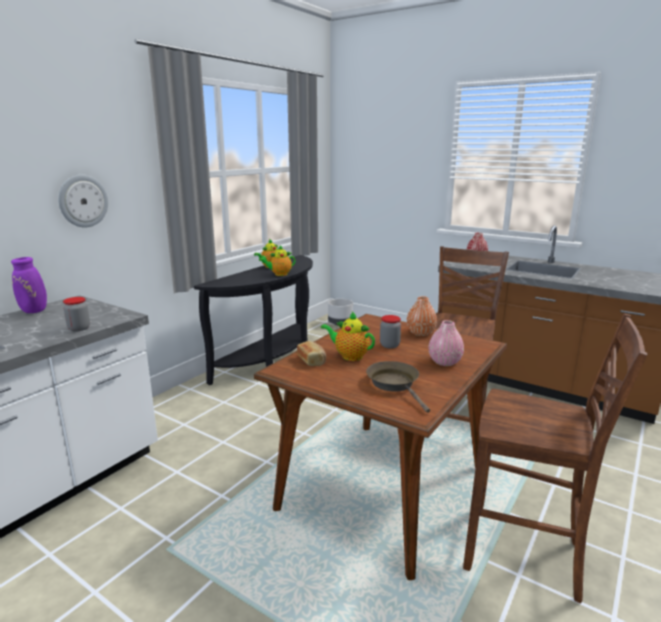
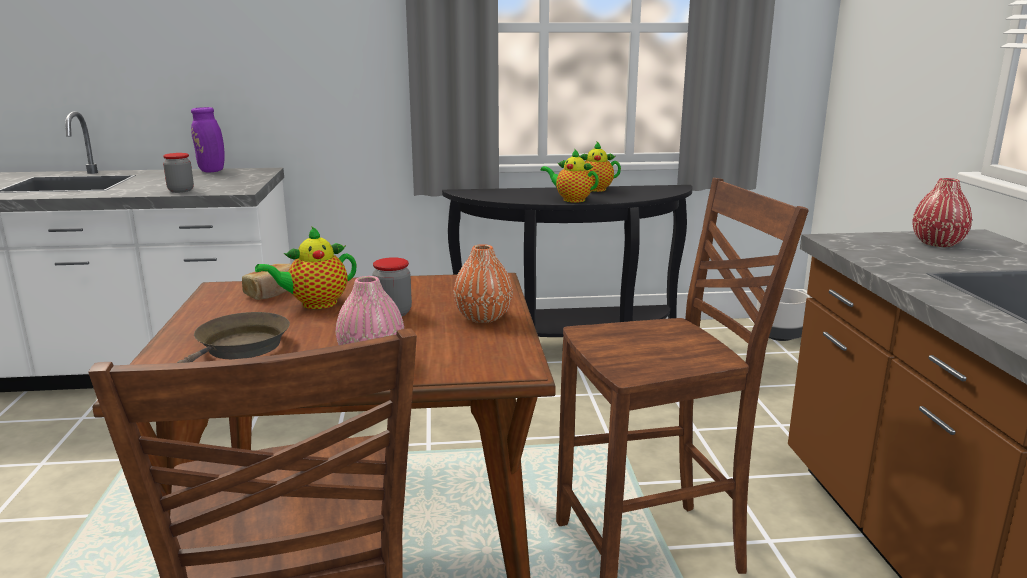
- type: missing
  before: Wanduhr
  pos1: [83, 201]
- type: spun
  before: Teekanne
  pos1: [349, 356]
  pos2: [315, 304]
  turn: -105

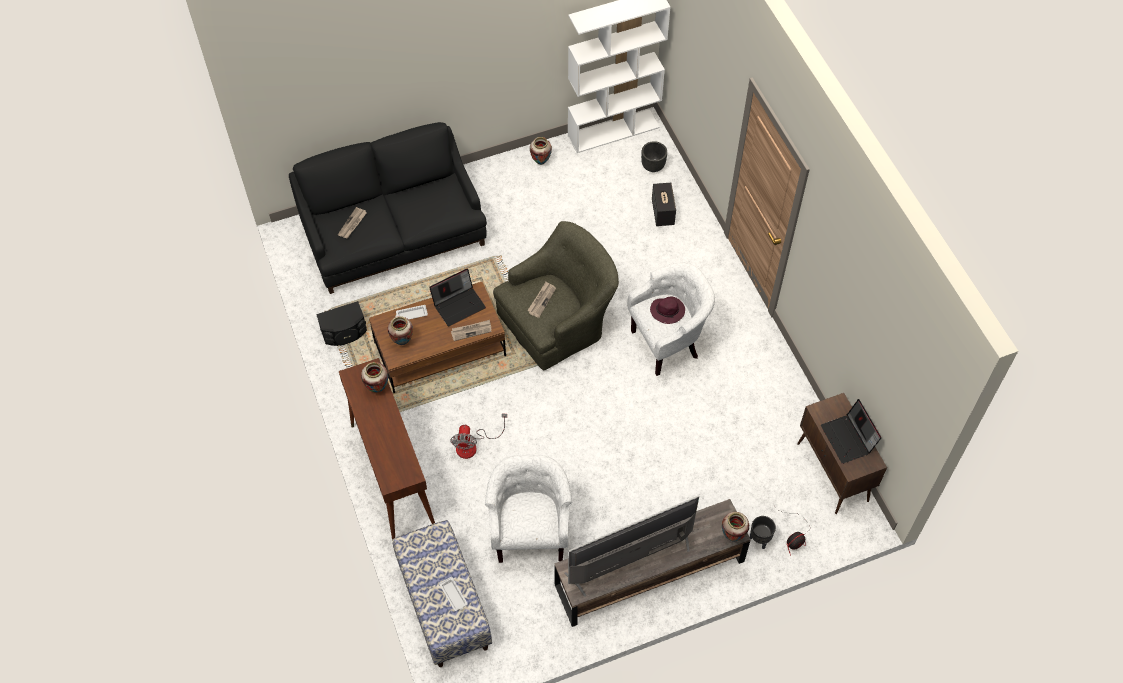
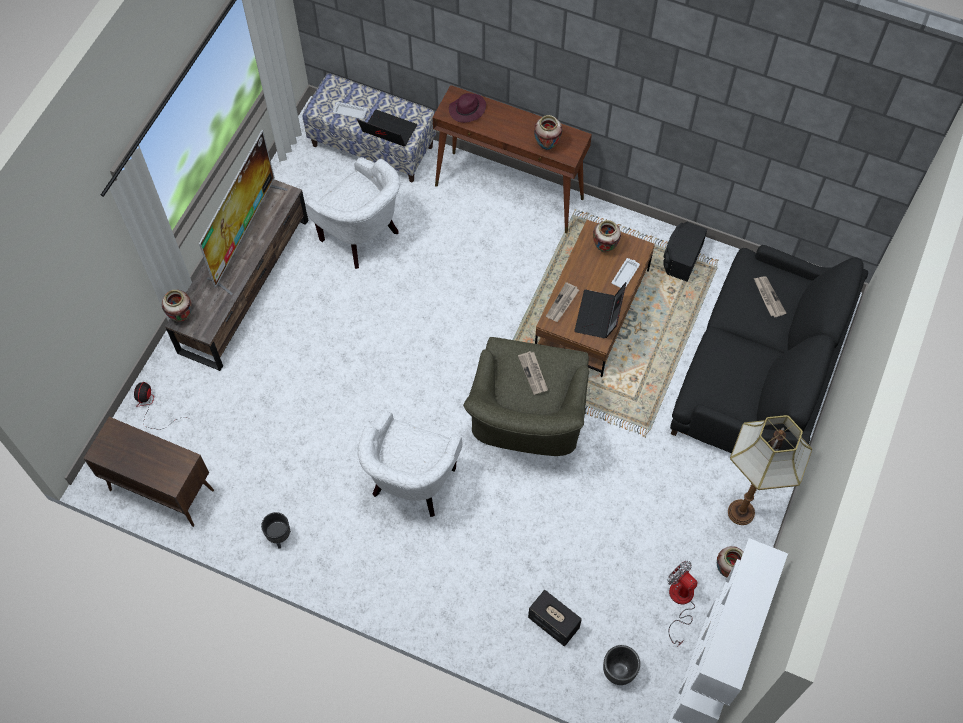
- type: relocated
  before: Ventilator
  pos1: [473, 445]
  pos2: [680, 601]
- type: relocated
  before: Hut [lila]
  pos1: [668, 311]
  pos2: [467, 110]
- type: relocated
  before: Pflanzkübel [schwarz]
  pos1: [760, 539]
  pos2: [279, 537]
- type: relocated
  before: Laptop
  pos1: [848, 439]
  pos2: [387, 132]
- type: appeared
  after: Stehlampe
  pos2: [742, 512]

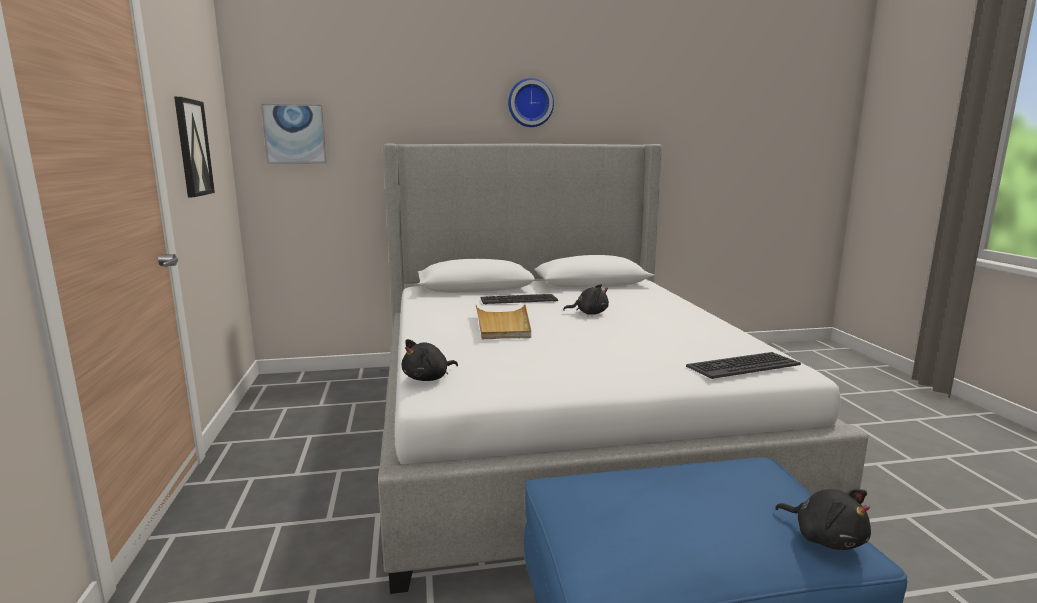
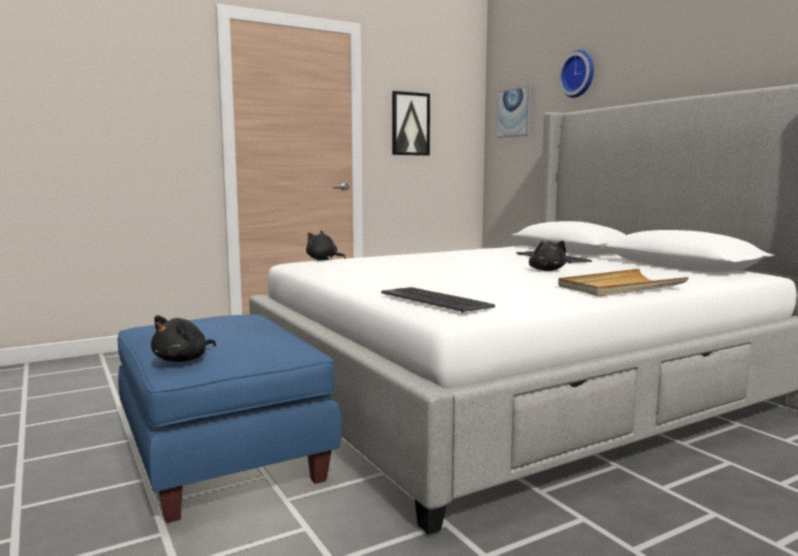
- type: relocated
  before: Tablett [beige]
  pos1: [503, 325]
  pos2: [620, 287]
- type: relocated
  before: Wanduhr
  pos1: [530, 103]
  pos2: [579, 74]

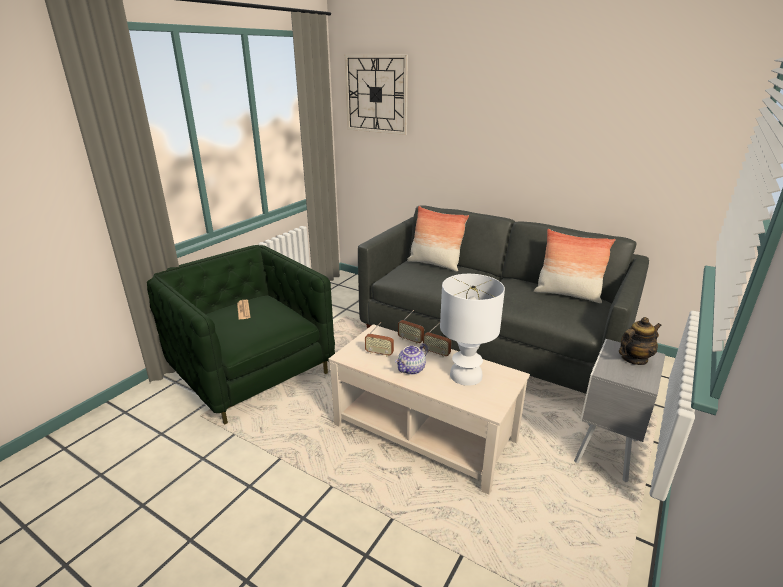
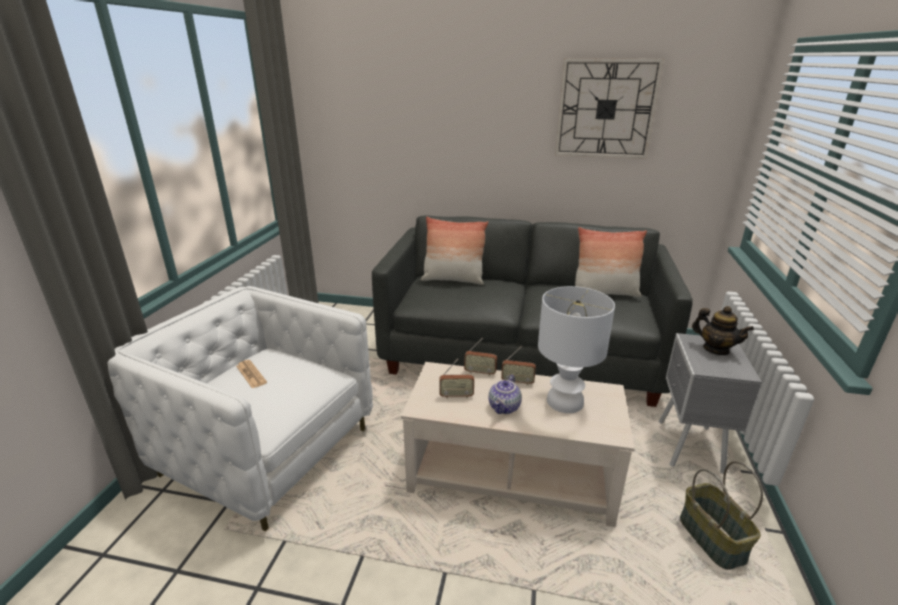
- type: colour
  before: Sessel [grün]
  after: Sessel [weiß]
  pos1: [252, 373]
  pos2: [267, 451]
- type: relocated
  before: Wanduhr
  pos1: [376, 94]
  pos2: [606, 109]
- type: spun
  before: Teekanne
  pos1: [634, 359]
  pos2: [715, 349]
  turn: 90
- type: appeared
  after: Korb
  pos2: [713, 539]

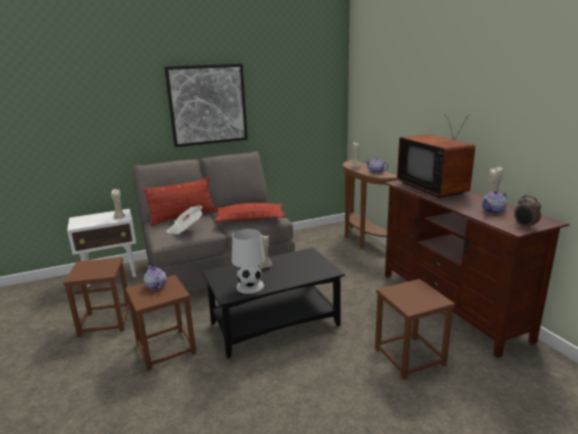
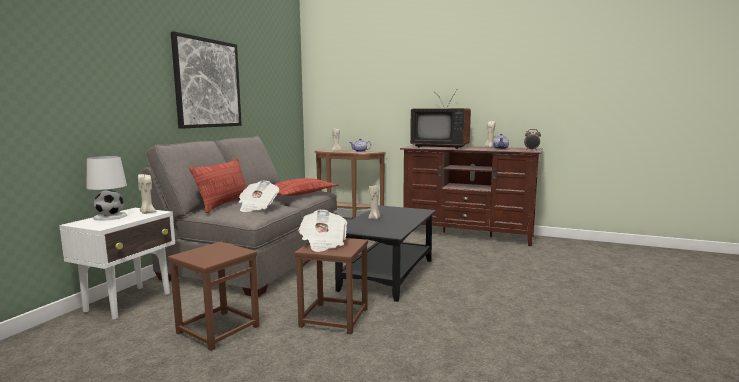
- type: exchanged
  before: Teekanne
  after: Zeitung
  pos1: [156, 286]
  pos2: [323, 243]
- type: relocated
  before: Tischlampe [weiß]
  pos1: [250, 286]
  pos2: [110, 217]
- type: missing
  before: Hocker [braun]
  pos1: [409, 356]

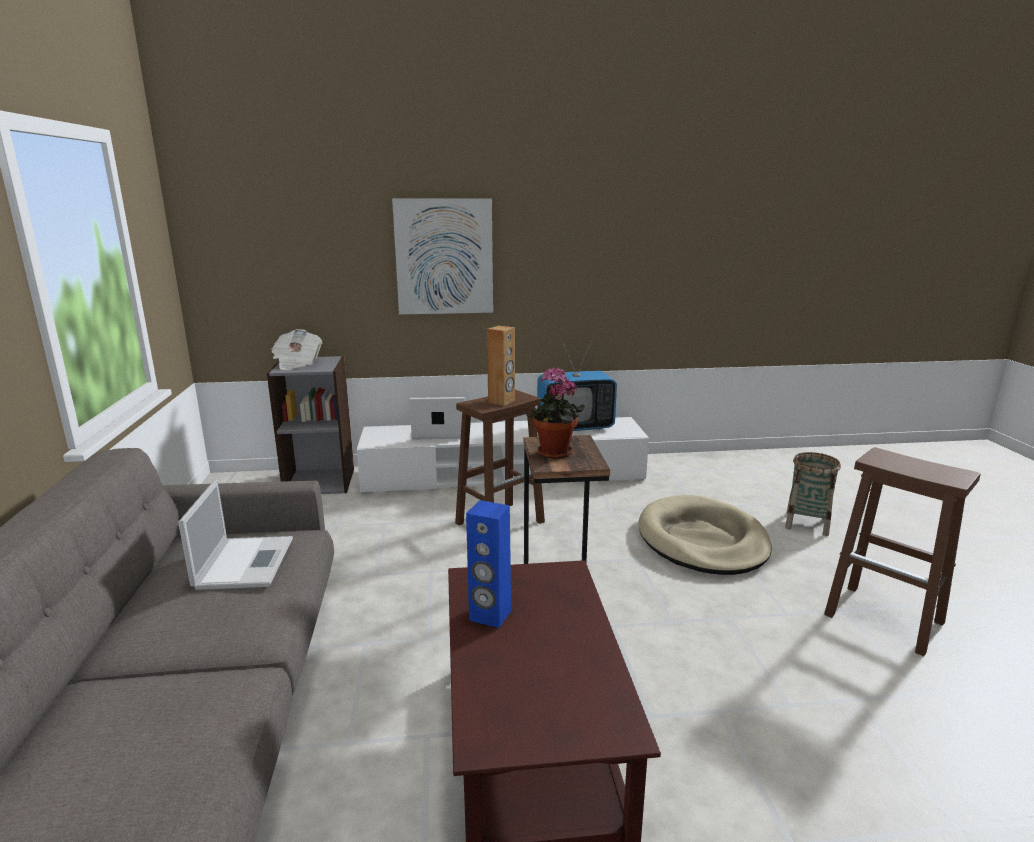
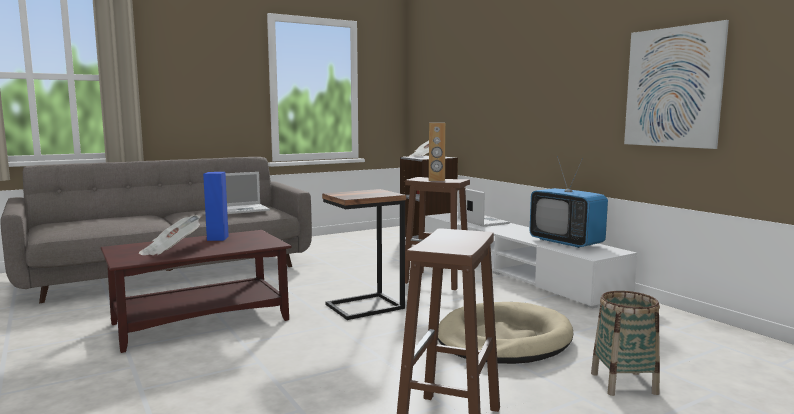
- type: relocated
  before: Bild
  pos1: [444, 257]
  pos2: [672, 87]
- type: missing
  before: Topfpflanze
  pos1: [554, 454]
- type: appeared
  after: Zeitung
  pos2: [171, 251]

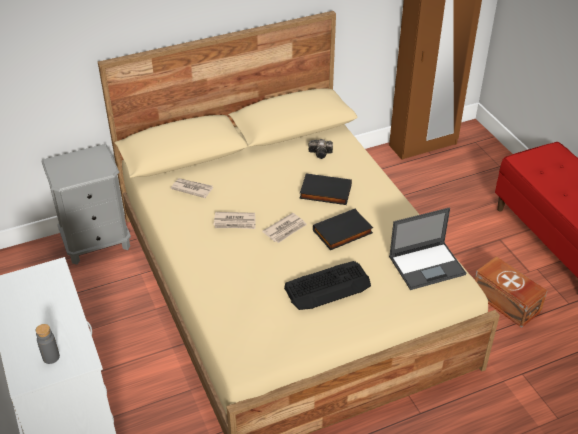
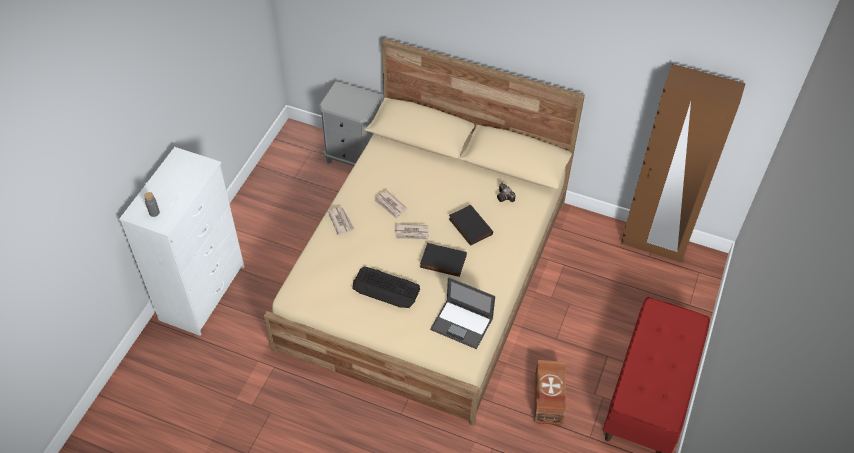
- type: relocated
  before: Zeitung
  pos1: [192, 189]
  pos2: [341, 221]

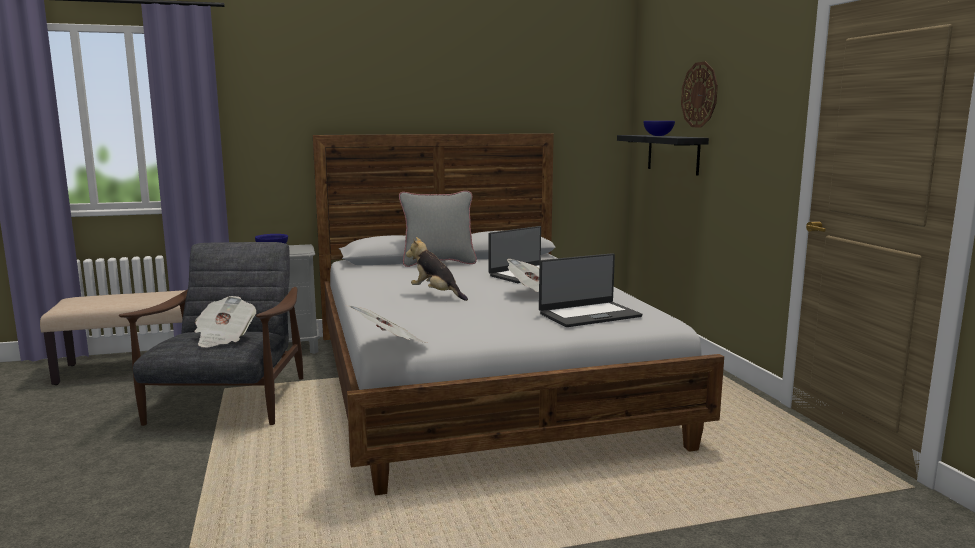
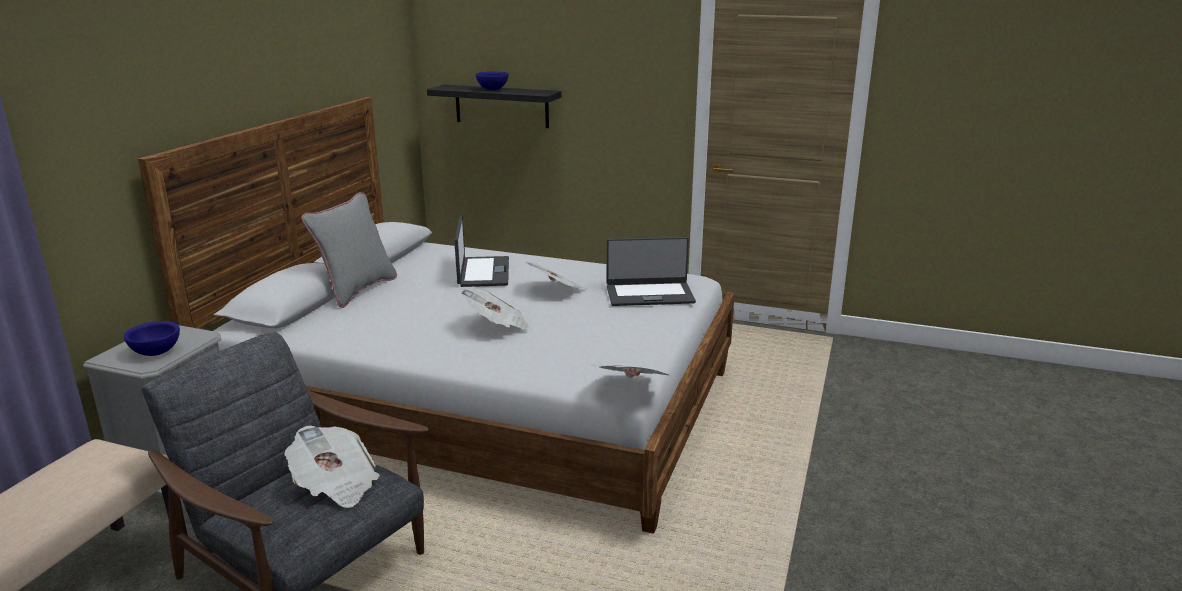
- type: exchanged
  before: Plüschtier
  after: Zeitung
  pos1: [436, 294]
  pos2: [497, 326]
- type: spun
  before: Laptop
  pos1: [589, 315]
  pos2: [649, 294]
  turn: 75
- type: missing
  before: Wanduhr
  pos1: [699, 95]

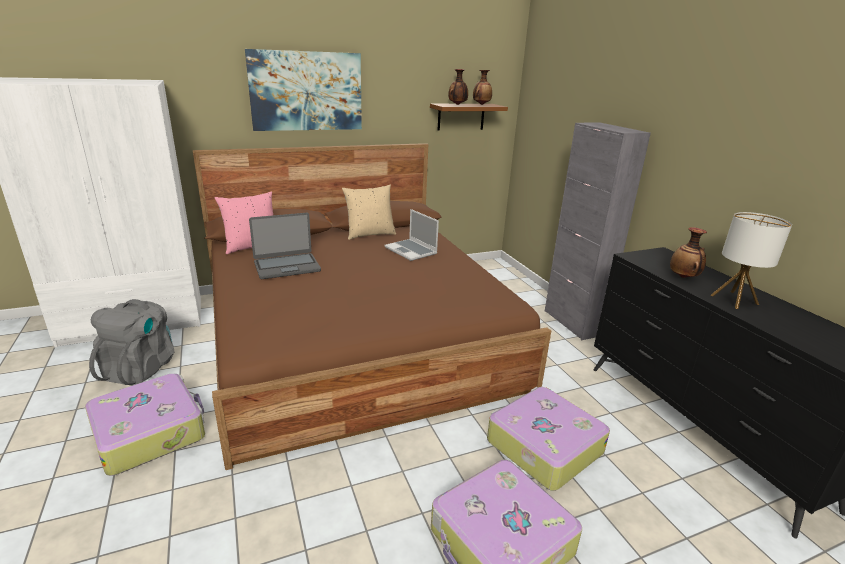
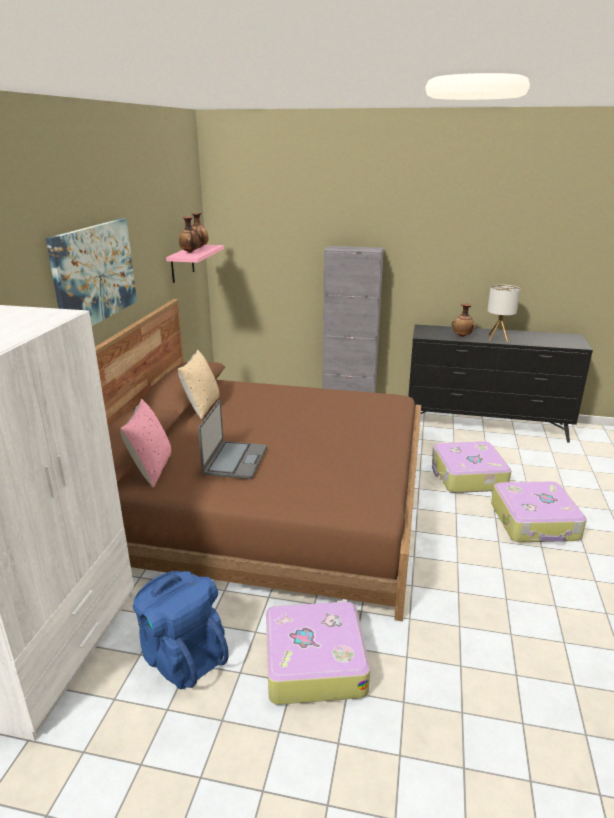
- type: colour
  before: Rucksack [grau]
  after: Rucksack [blau]
  pos1: [141, 368]
  pos2: [182, 656]
- type: missing
  before: Laptop
  pos1: [411, 251]
- type: colour
  before: Wandregal [braun]
  after: Wandregal [rosa]
  pos1: [461, 116]
  pos2: [182, 263]

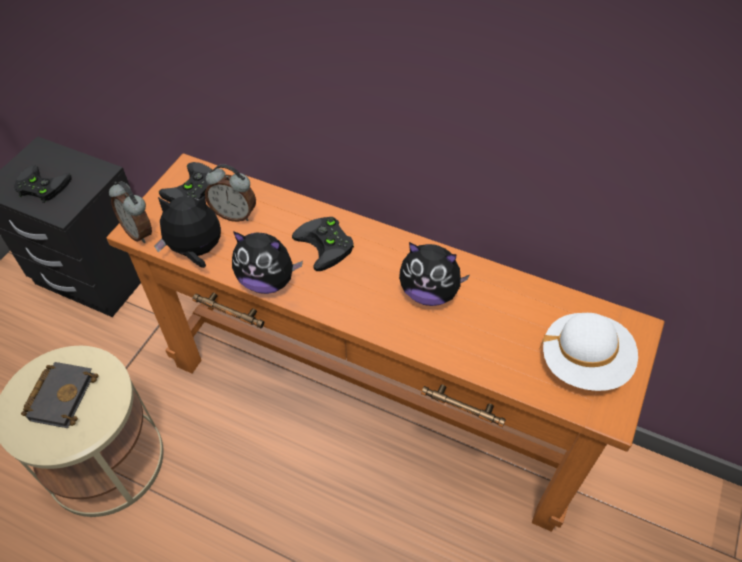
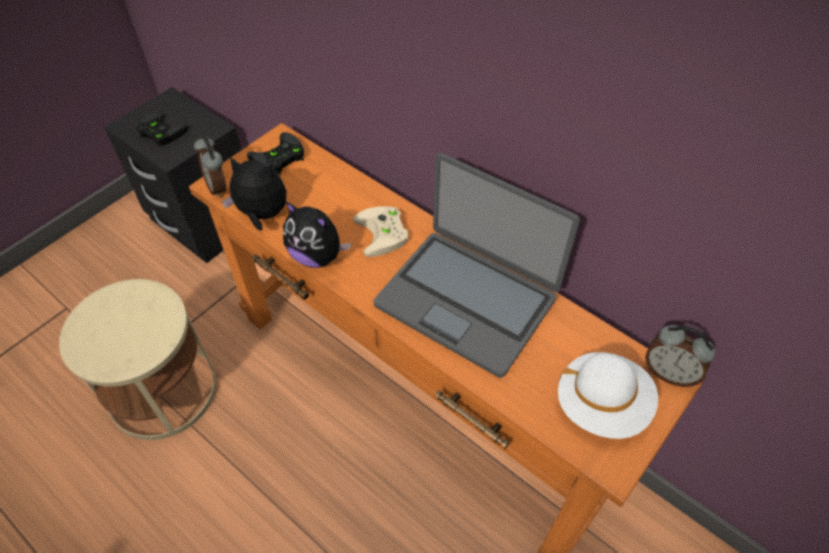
- type: missing
  before: Buch [schwarz]
  pos1: [61, 395]
- type: relocated
  before: Wecker
  pos1: [235, 214]
  pos2: [669, 373]
- type: colour
  before: Gamepad [schwarz]
  after: Gamepad [beige]
  pos1: [327, 245]
  pos2: [384, 234]
- type: exchanged
  before: Plüschtier
  after: Laptop
  pos1: [429, 293]
  pos2: [467, 300]

